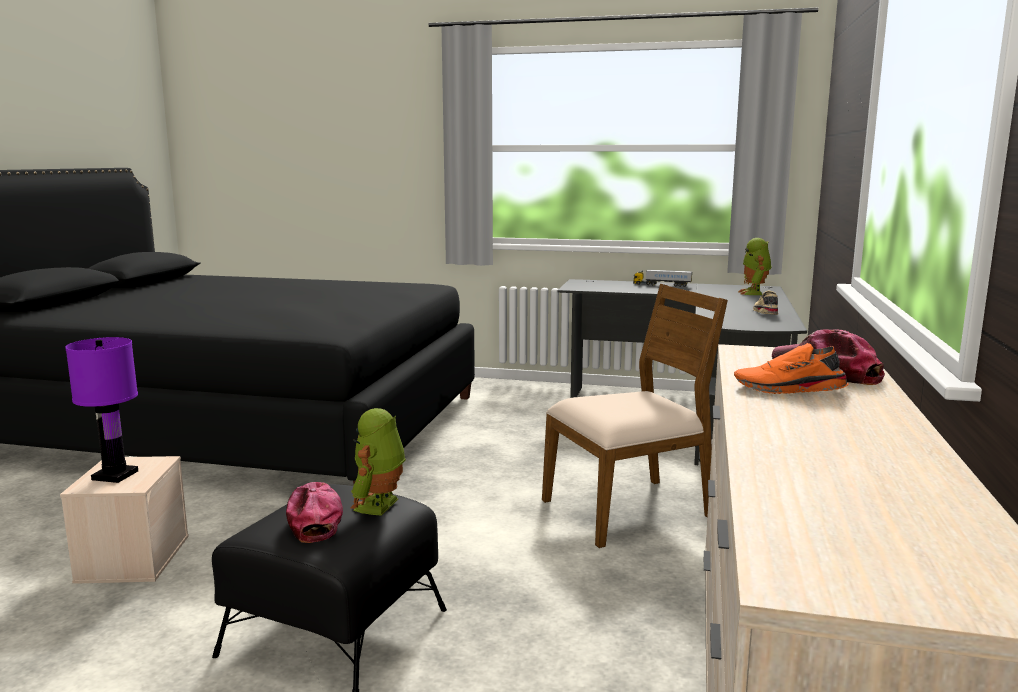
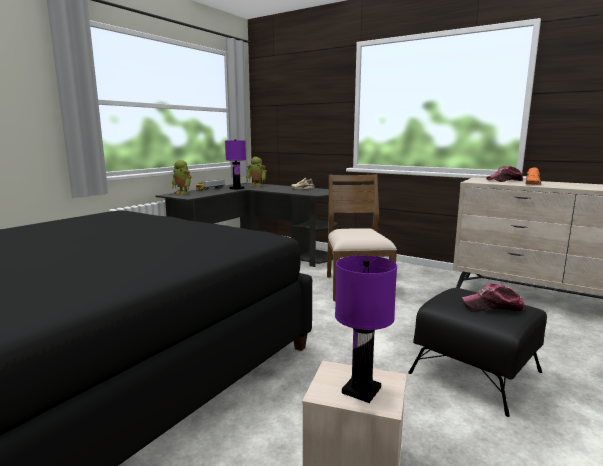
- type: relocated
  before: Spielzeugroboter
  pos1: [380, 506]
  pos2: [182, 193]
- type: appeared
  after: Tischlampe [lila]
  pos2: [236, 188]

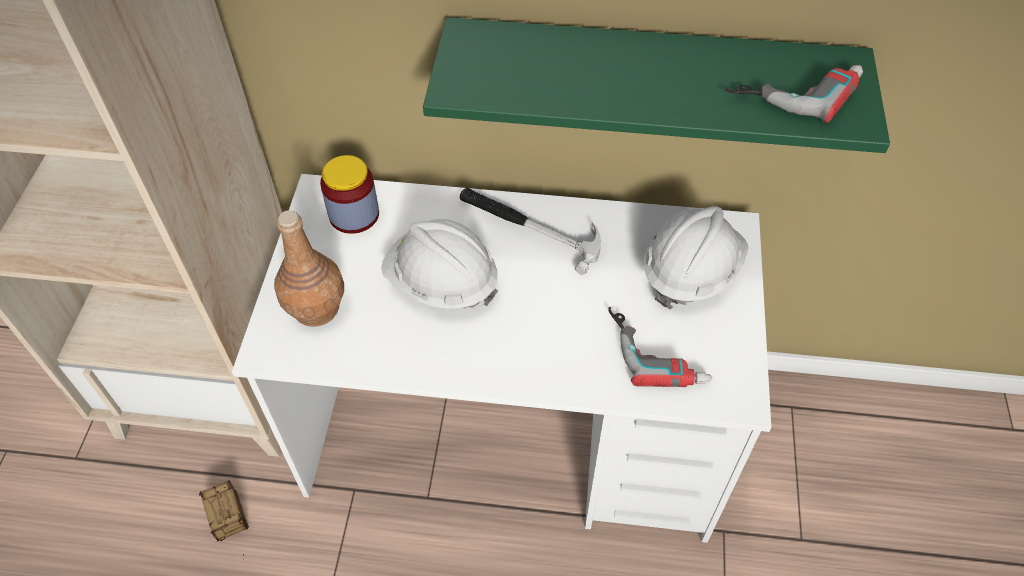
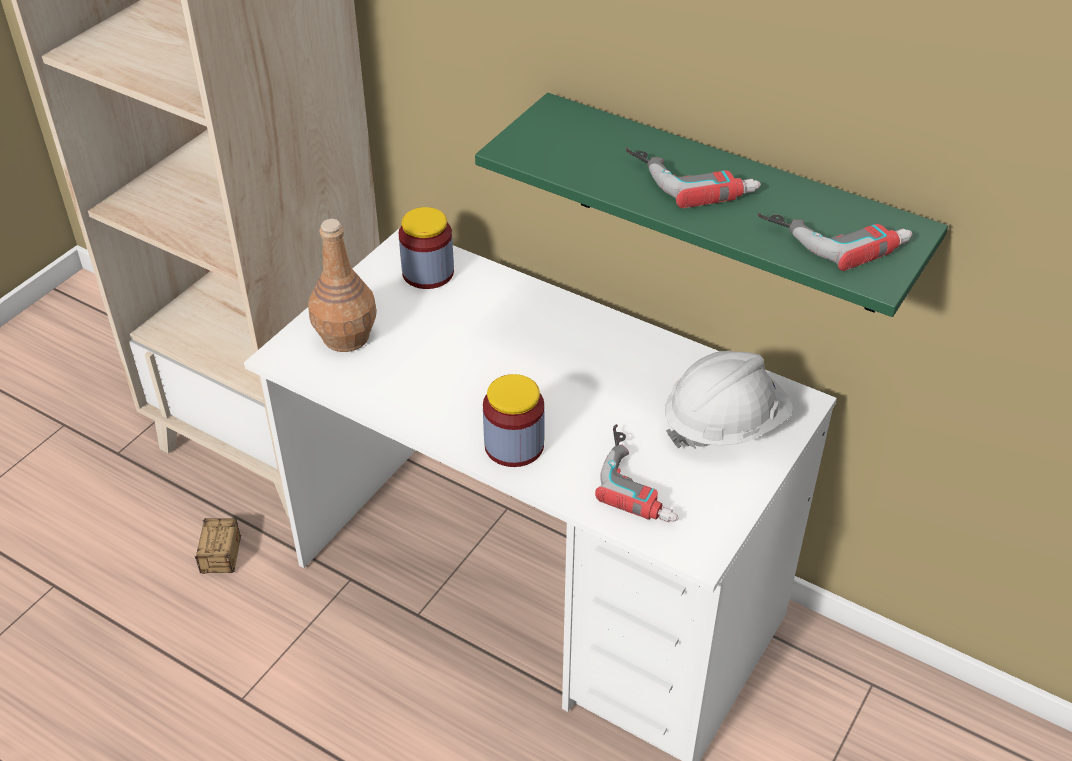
- type: missing
  before: Schutzhelm [weiß]
  pos1: [441, 283]
- type: missing
  before: Hammer
  pos1: [529, 226]
- type: appeared
  after: Vorratsglas
  pos2: [514, 445]
- type: appeared
  after: Bohrmaschine
  pos2: [692, 177]

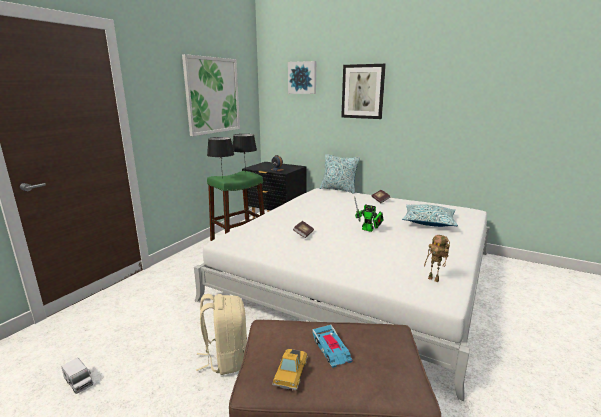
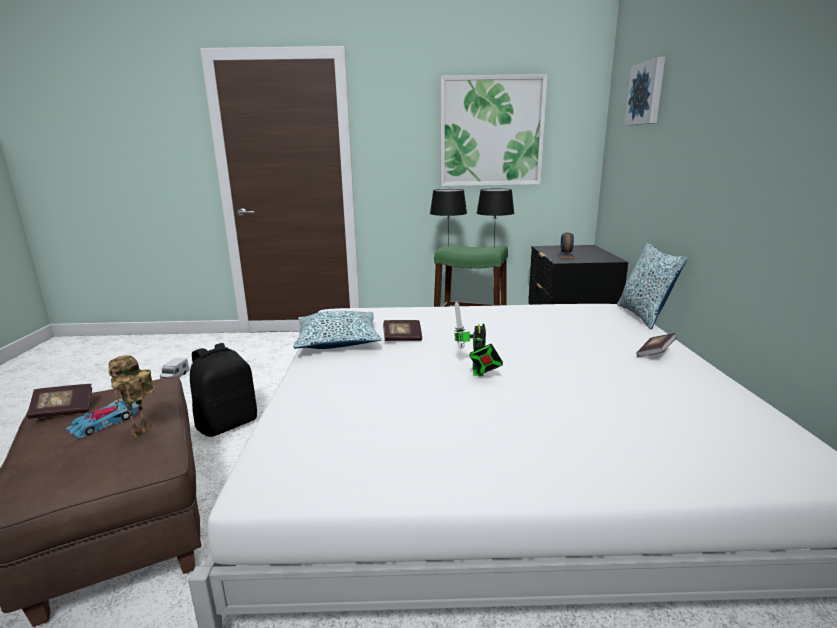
- type: colour
  before: Rucksack [beige]
  after: Rucksack [schwarz]
  pos1: [226, 358]
  pos2: [228, 423]
- type: exchanged
  before: Spielzeugauto
  after: Buch
  pos1: [290, 372]
  pos2: [63, 411]
- type: missing
  before: Bild
  pos1: [363, 91]
- type: relocated
  before: Kissen
  pos1: [429, 222]
  pos2: [338, 341]
- type: relocated
  before: Spielzeugroboter
  pos1: [434, 279]
  pos2: [141, 434]

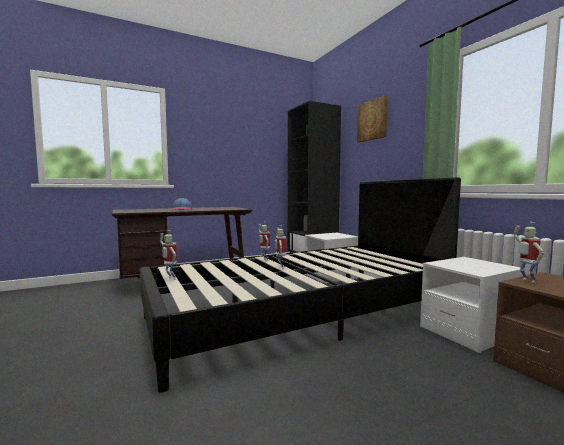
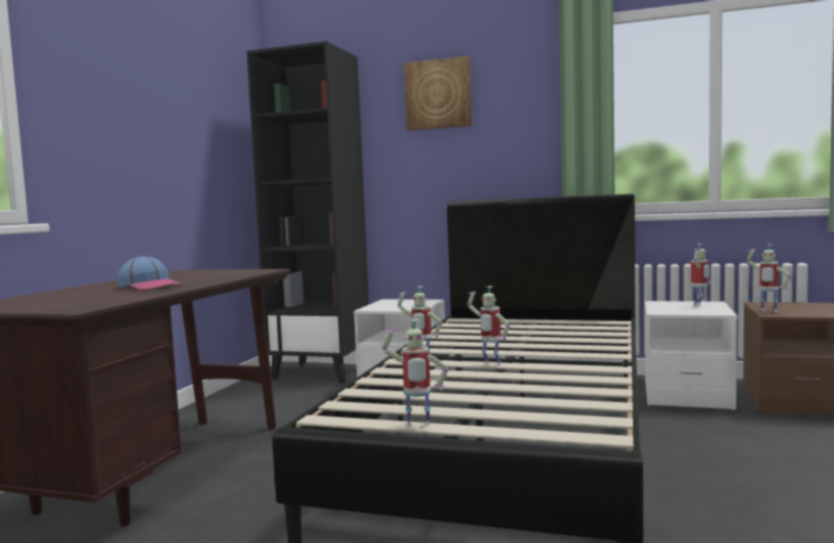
- type: appeared
  after: Spielzeugroboter
  pos2: [699, 306]

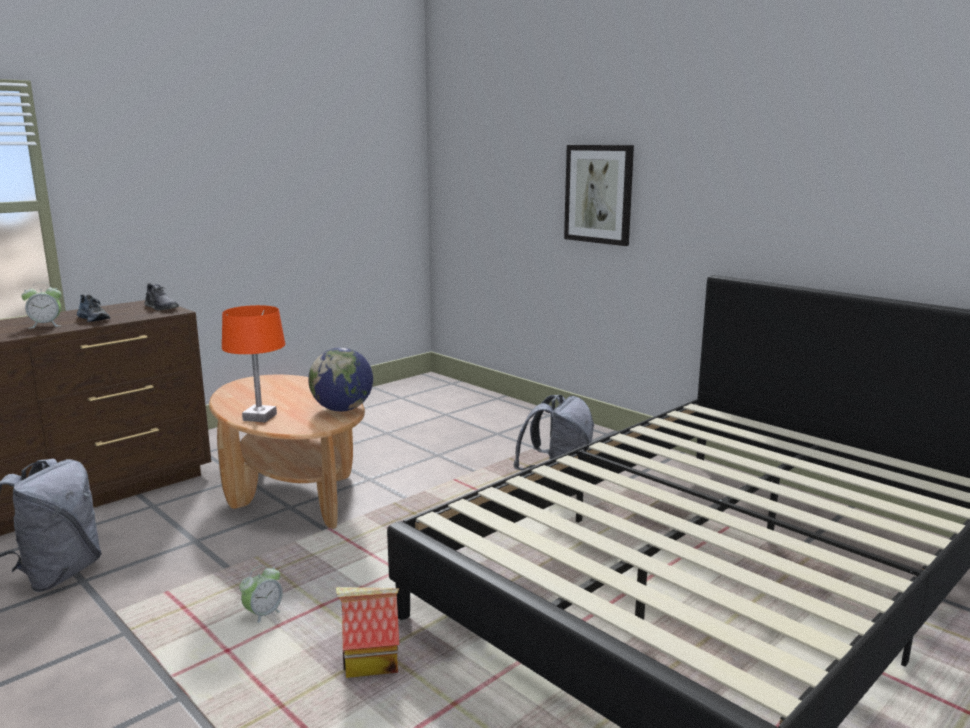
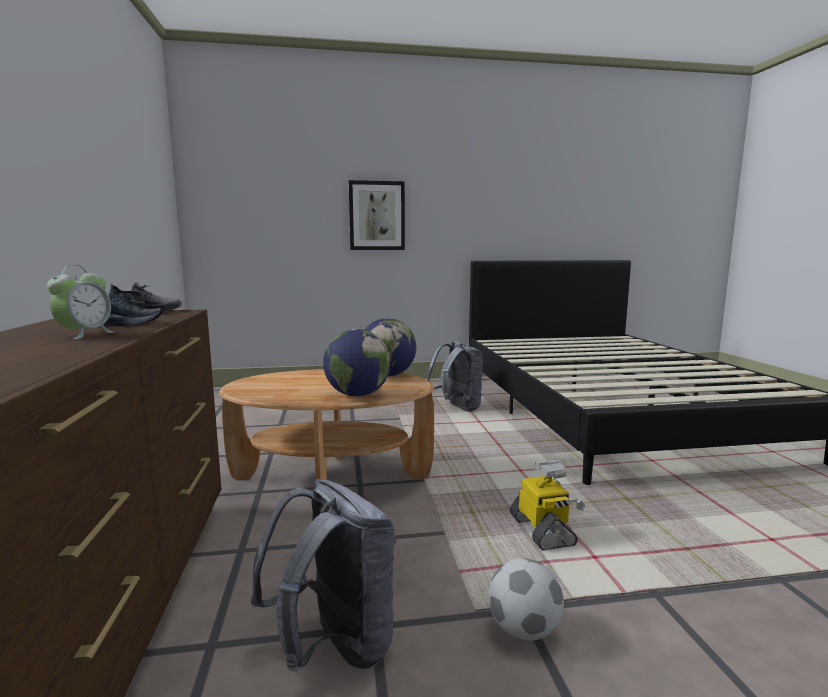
- type: exchanged
  before: Tischlampe [orange]
  after: Globus
  pos1: [259, 417]
  pos2: [357, 395]
- type: exchanged
  before: Wecker
  after: Spielzeugroboter
  pos1: [263, 615]
  pos2: [543, 531]
- type: missing
  before: Spielzeughaus
  pos1: [370, 664]
- type: appeared
  after: Fußball
  pos2: [523, 630]

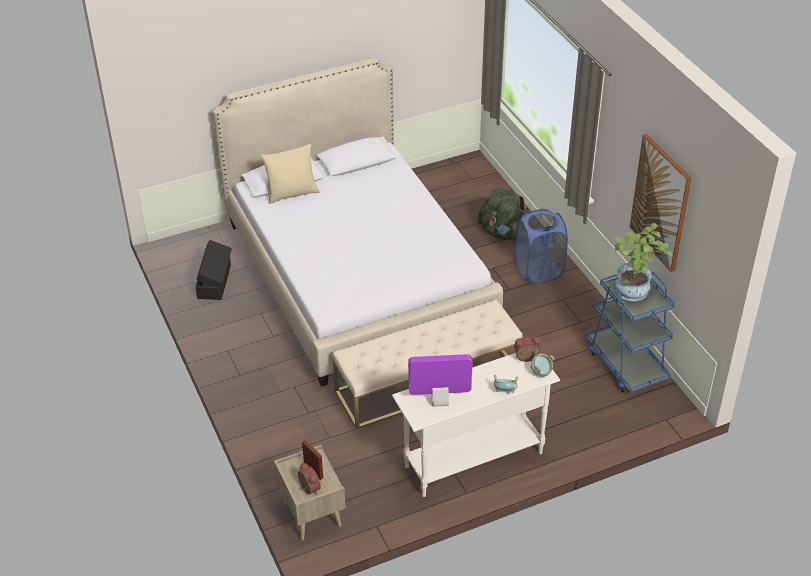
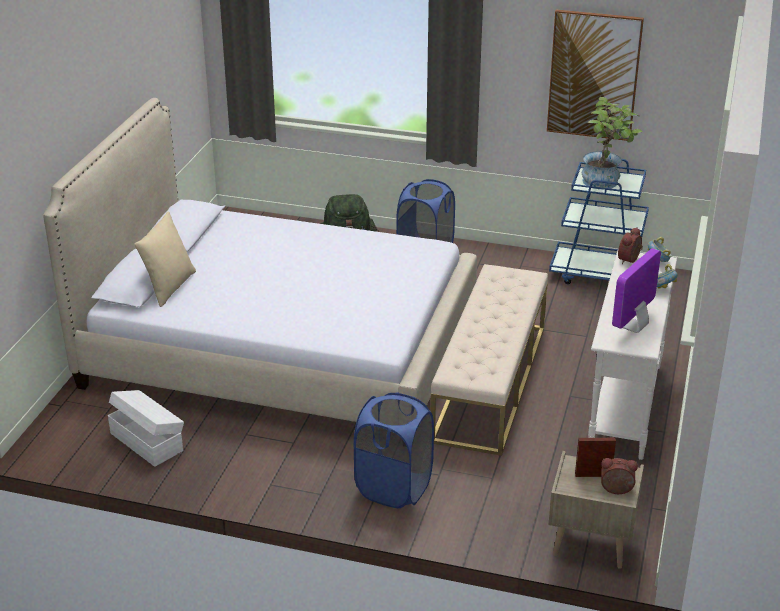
- type: colour
  before: Aufbewahrungsbox [schwarz]
  after: Aufbewahrungsbox [weiß]
  pos1: [215, 281]
  pos2: [147, 441]
- type: appeared
  after: Wäschekorb [blau]
  pos2: [394, 488]

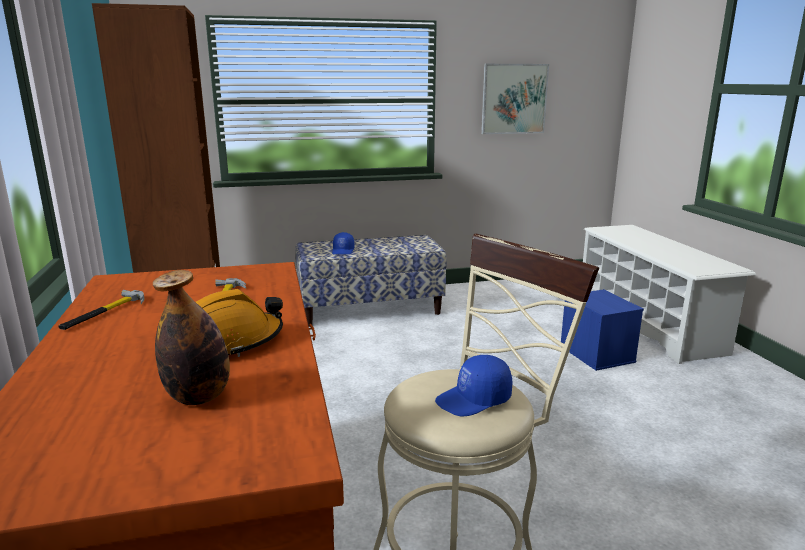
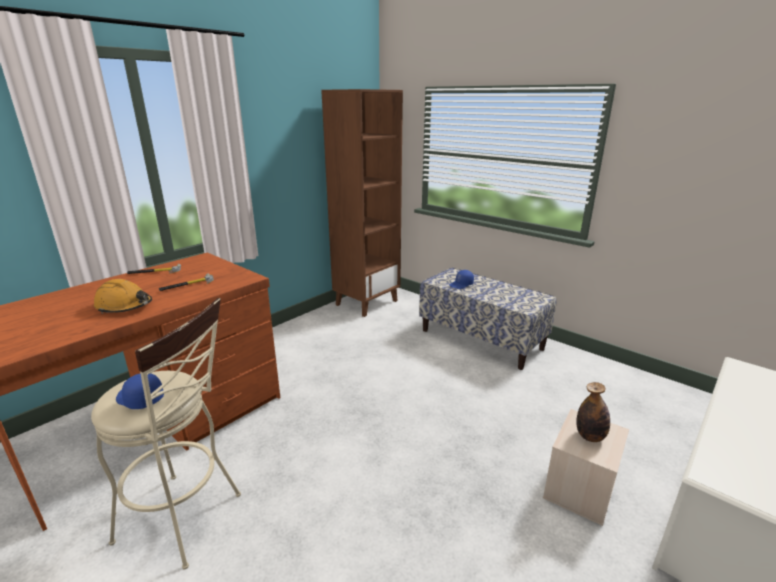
- type: relocated
  before: Flasche
  pos1: [199, 397]
  pos2: [590, 436]
- type: missing
  before: Bild
  pos1: [514, 99]
- type: colour
  before: Aufbewahrungsbox [blau]
  after: Aufbewahrungsbox [beige]
  pos1: [595, 353]
  pos2: [579, 487]

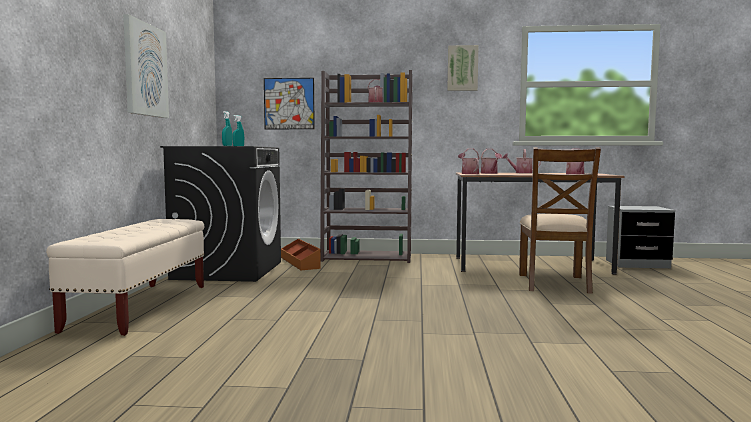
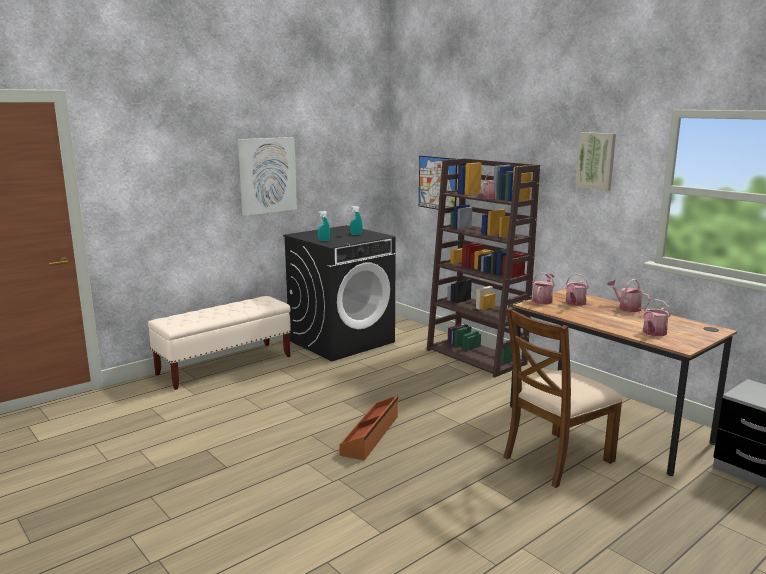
- type: relocated
  before: Aufbewahrungsbox [braun]
  pos1: [300, 262]
  pos2: [371, 435]

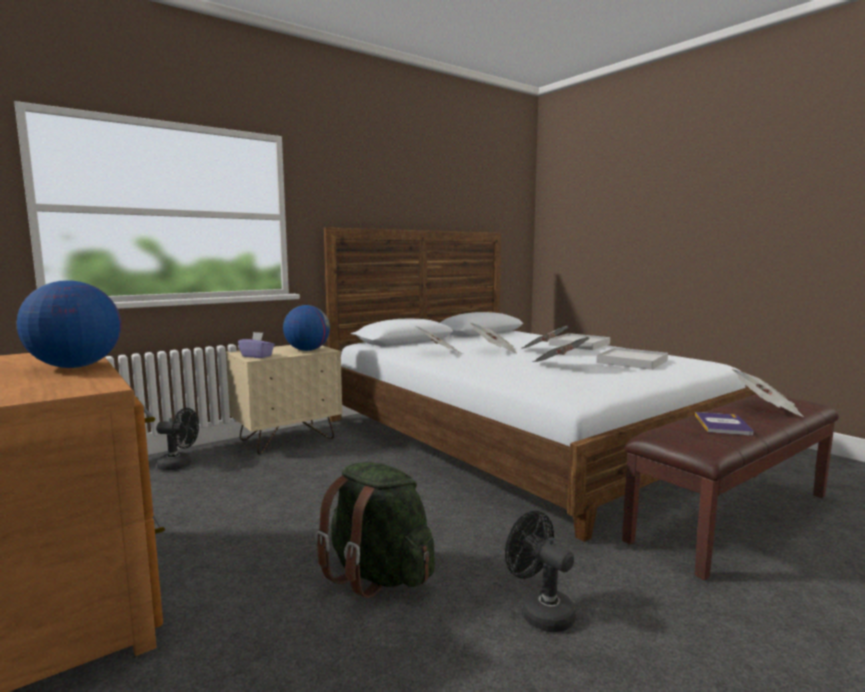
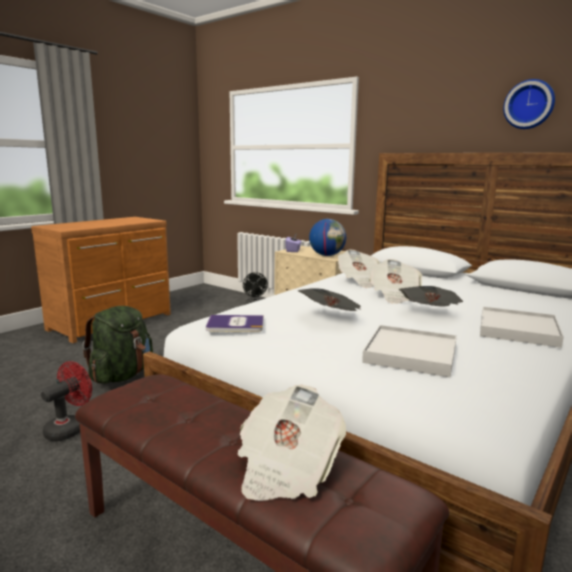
- type: missing
  before: Globus
  pos1: [75, 367]
- type: colour
  before: Ventilator [schwarz]
  after: Ventilator [rot]
  pos1: [540, 611]
  pos2: [69, 428]
- type: relocated
  before: Buch
  pos1: [723, 425]
  pos2: [235, 324]
- type: appeared
  after: Wanduhr
  pos2: [529, 104]

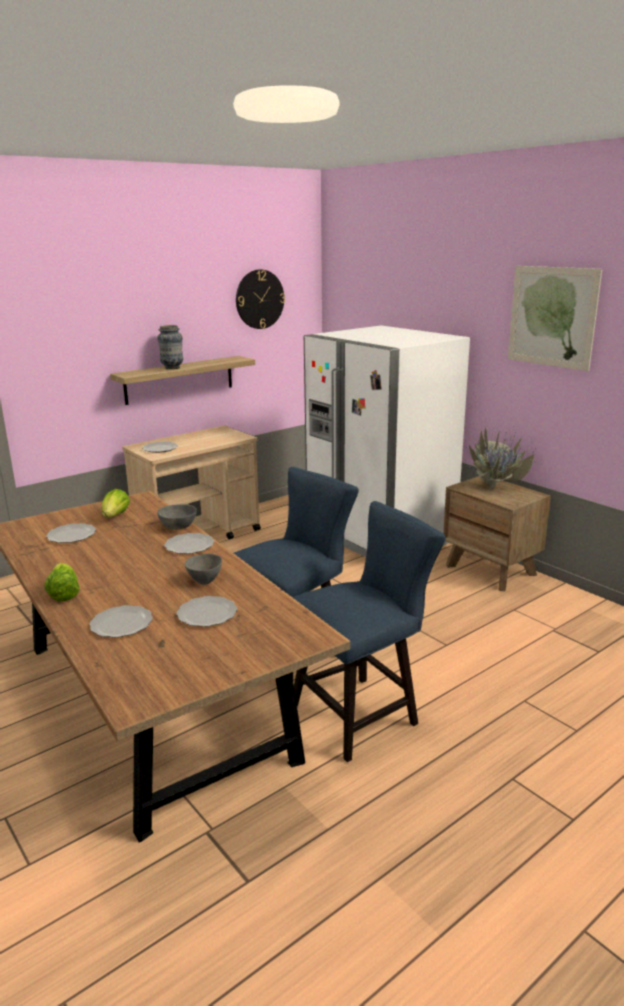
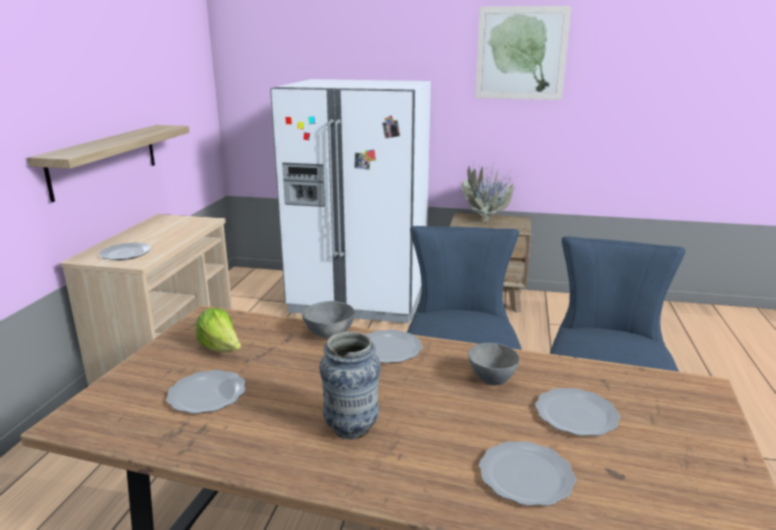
- type: missing
  before: Salatkopf
  pos1: [63, 594]
- type: relocated
  before: Vase
  pos1: [172, 368]
  pos2: [351, 429]
- type: missing
  before: Wanduhr
  pos1: [259, 299]

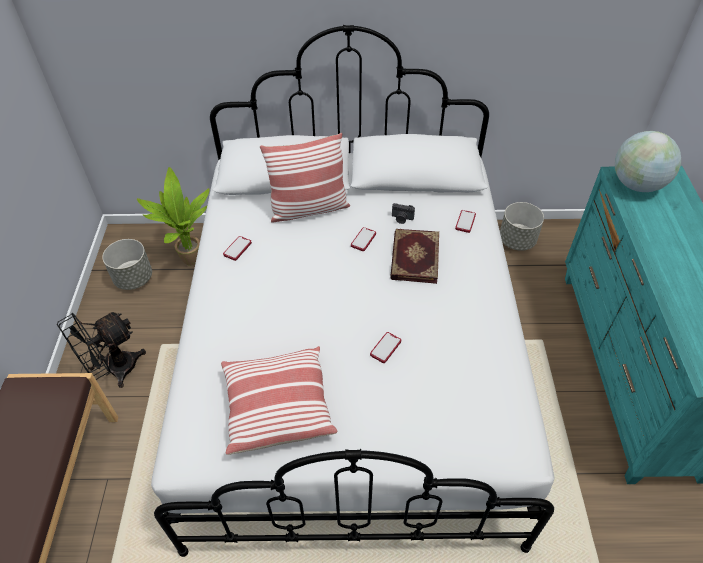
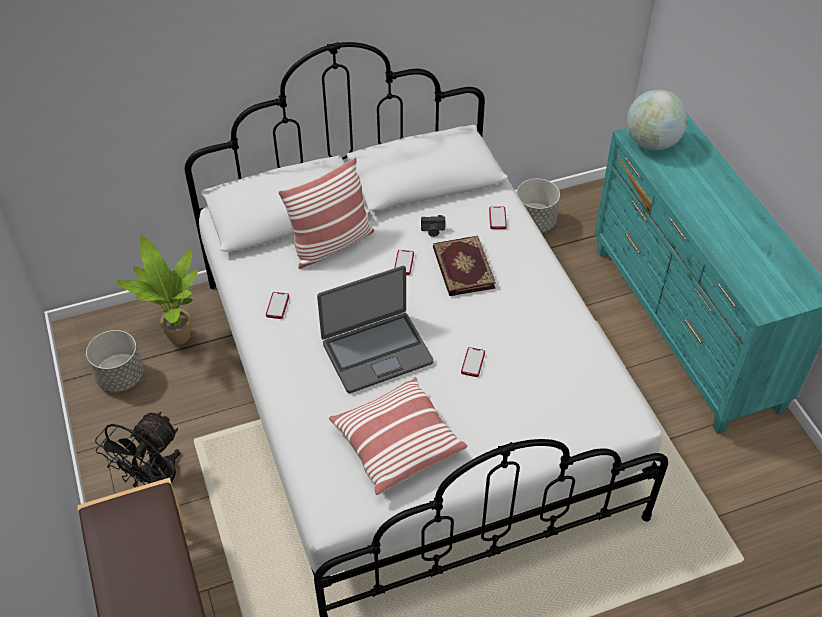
- type: appeared
  after: Laptop
  pos2: [376, 352]

